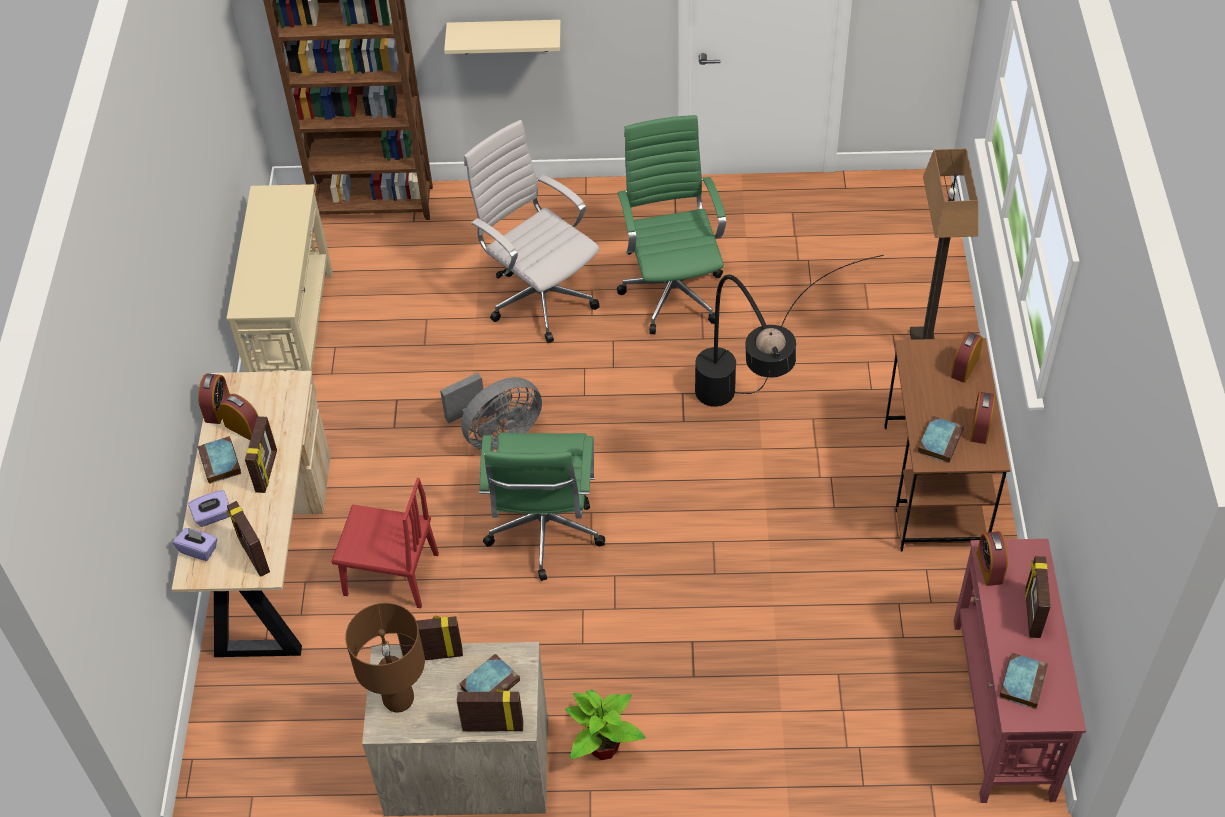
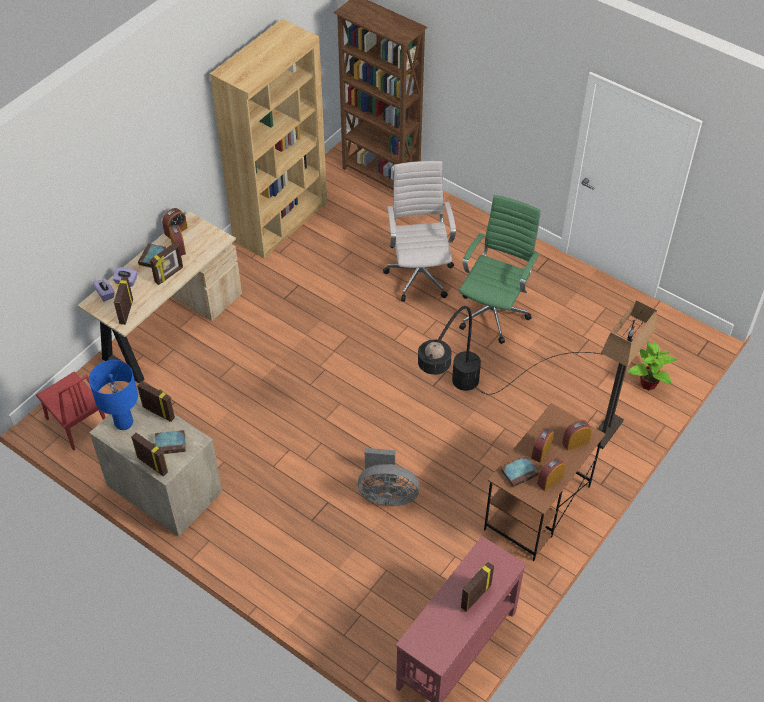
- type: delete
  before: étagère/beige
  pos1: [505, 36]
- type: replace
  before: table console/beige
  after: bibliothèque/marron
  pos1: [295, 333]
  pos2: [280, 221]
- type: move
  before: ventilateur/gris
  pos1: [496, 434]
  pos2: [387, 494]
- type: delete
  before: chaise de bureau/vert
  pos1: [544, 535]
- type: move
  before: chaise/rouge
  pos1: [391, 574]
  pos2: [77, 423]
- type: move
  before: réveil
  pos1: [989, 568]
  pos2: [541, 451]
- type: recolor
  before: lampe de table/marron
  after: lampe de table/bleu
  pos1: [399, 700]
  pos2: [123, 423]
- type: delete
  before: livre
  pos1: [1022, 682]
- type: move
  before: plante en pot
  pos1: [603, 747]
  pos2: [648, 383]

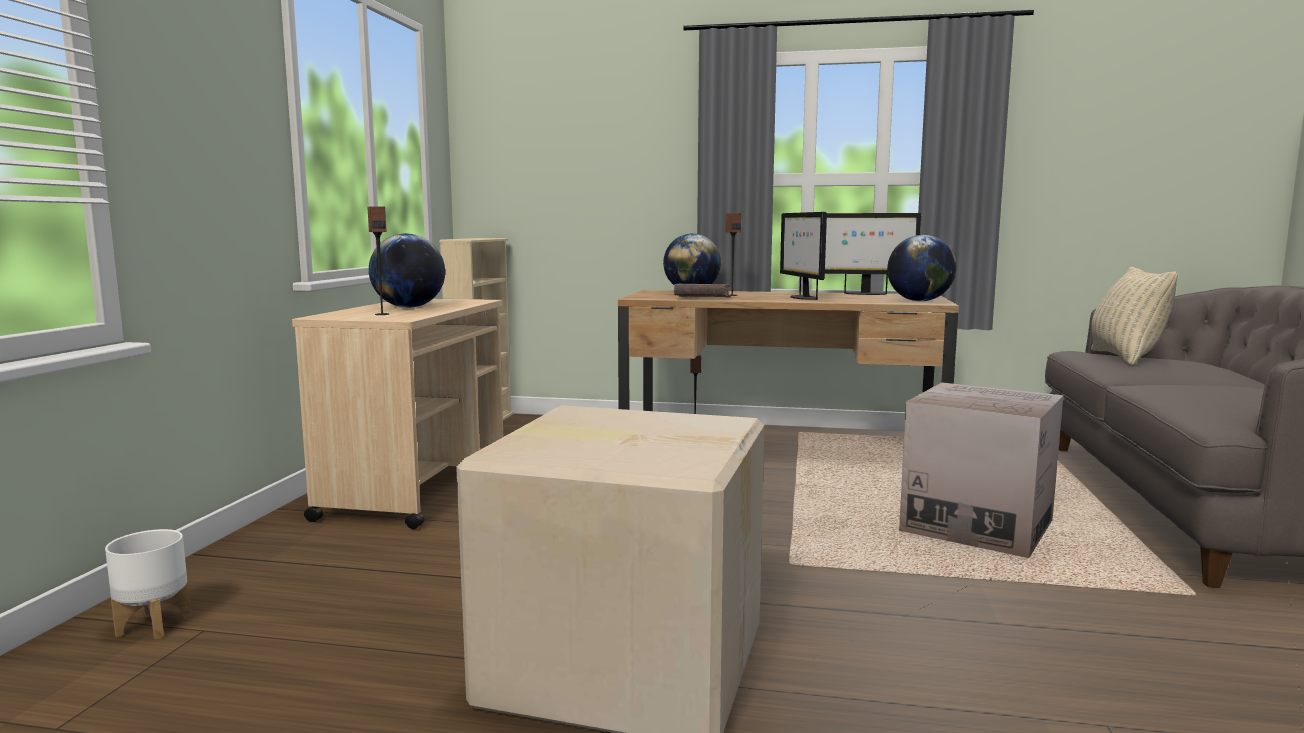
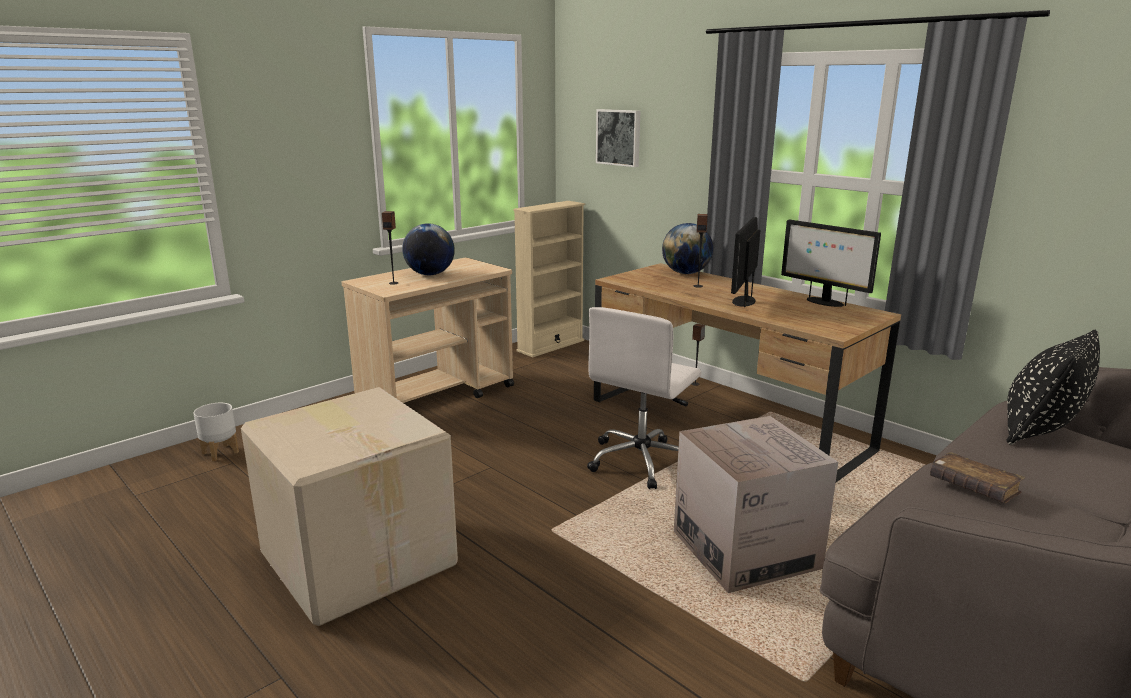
- type: delete
  before: globe
  pos1: [919, 301]
- type: recolor
  before: coussin/beige
  after: coussin/noir
  pos1: [1125, 358]
  pos2: [1039, 431]
- type: move
  before: livre/marron
  pos1: [702, 298]
  pos2: [973, 487]
- type: insert
  after: tableau
  pos2: [619, 137]
- type: insert
  after: chaise de bureau/blanc
  pos2: [642, 461]

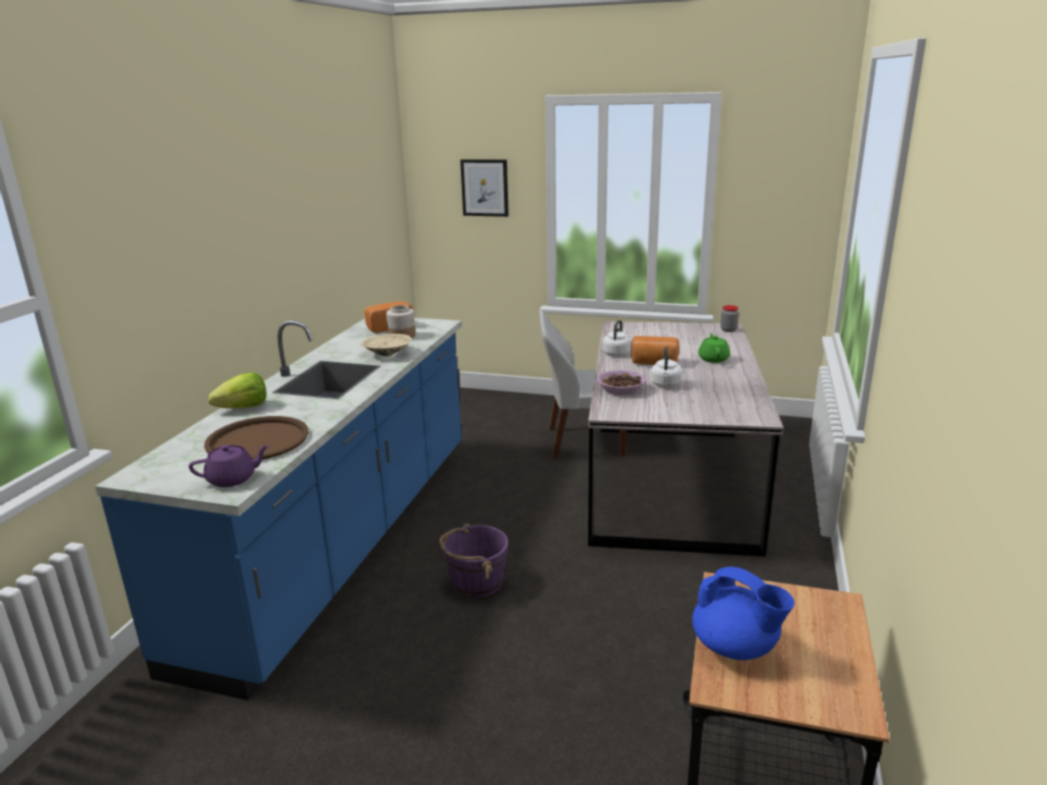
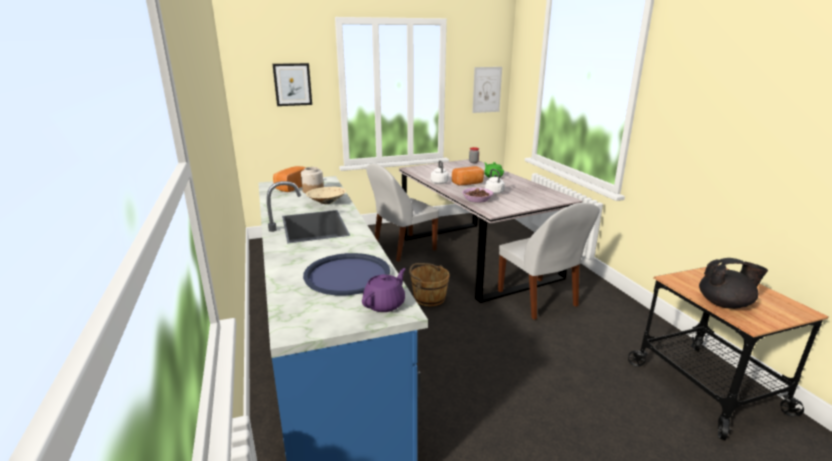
- type: delete
  before: laitue
  pos1: [243, 408]
- type: recolor
  before: plateau/marron
  after: plateau/bleu
  pos1: [257, 440]
  pos2: [347, 275]
- type: delete
  before: seau/violet
  pos1: [476, 582]
- type: recolor
  before: théière/bleu
  after: théière/noir
  pos1: [735, 647]
  pos2: [725, 304]
- type: insert
  after: tableau
  pos2: [487, 90]
- type: insert
  after: chaise/blanc
  pos2: [538, 300]
- type: insert
  after: seau/marron
  pos2: [429, 298]

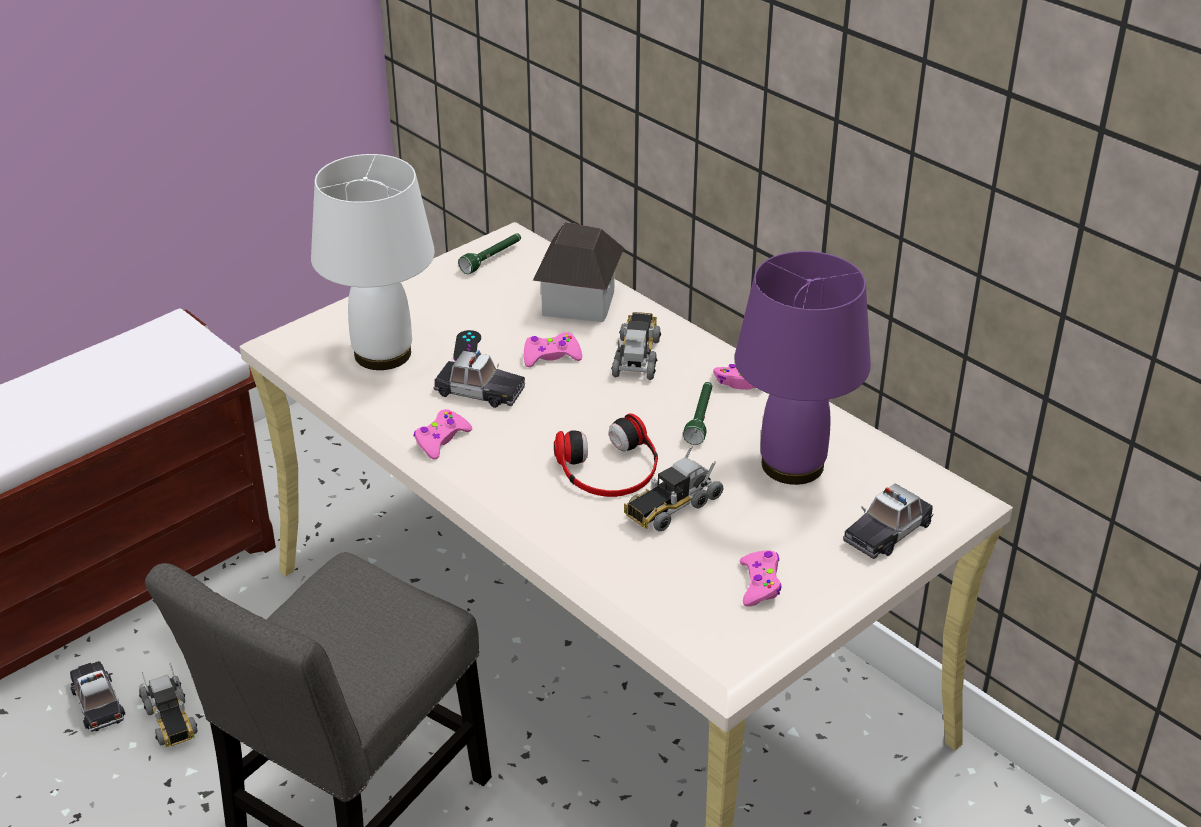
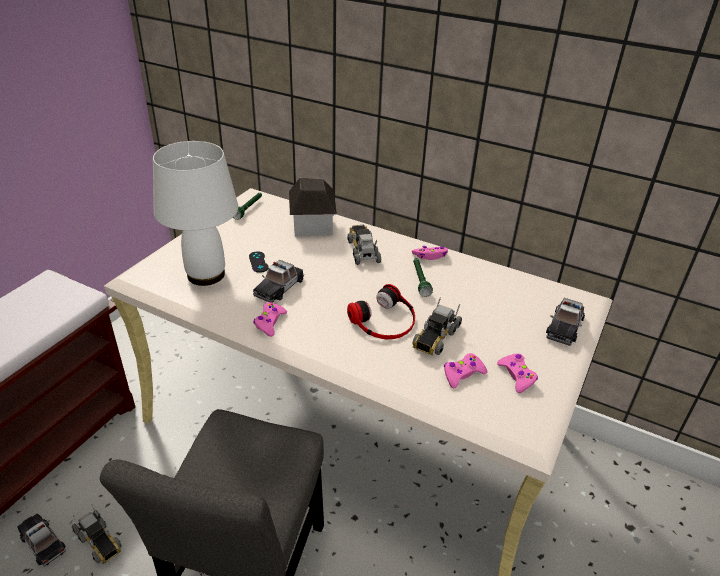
- type: delete
  before: lampe de table/violet
  pos1: [793, 464]
- type: move
  before: manette/rose
  pos1: [551, 356]
  pos2: [462, 374]
- type: rotate
  before: petite voiture
  pos1: [479, 391]
  pos2: [279, 287]
  turn: 120

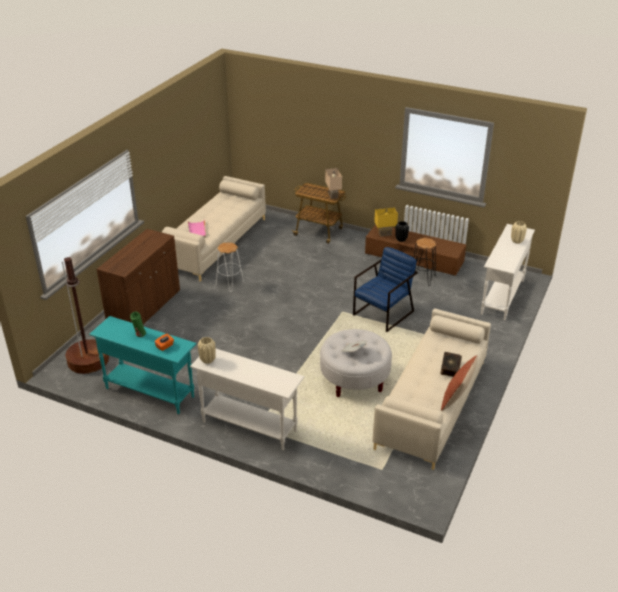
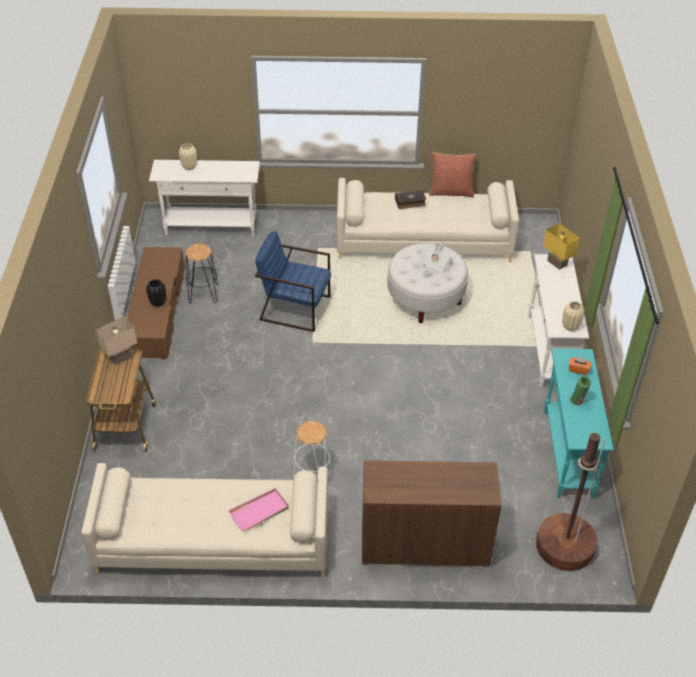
- type: move
  before: lampe de table/jaune
  pos1: [385, 234]
  pos2: [558, 262]

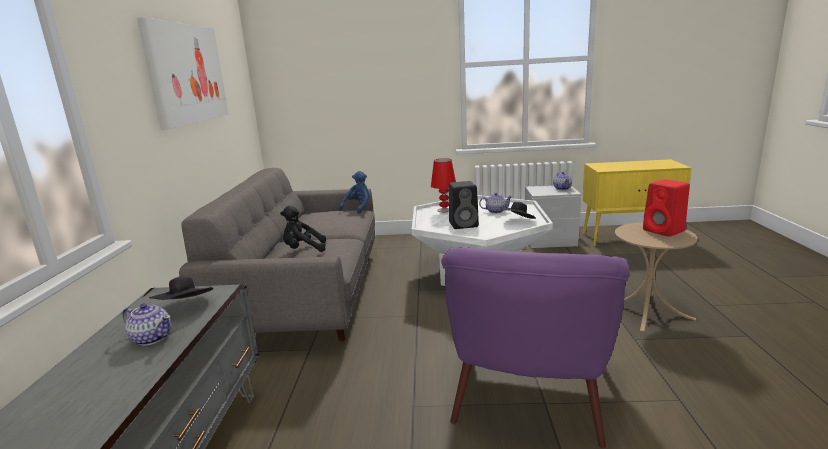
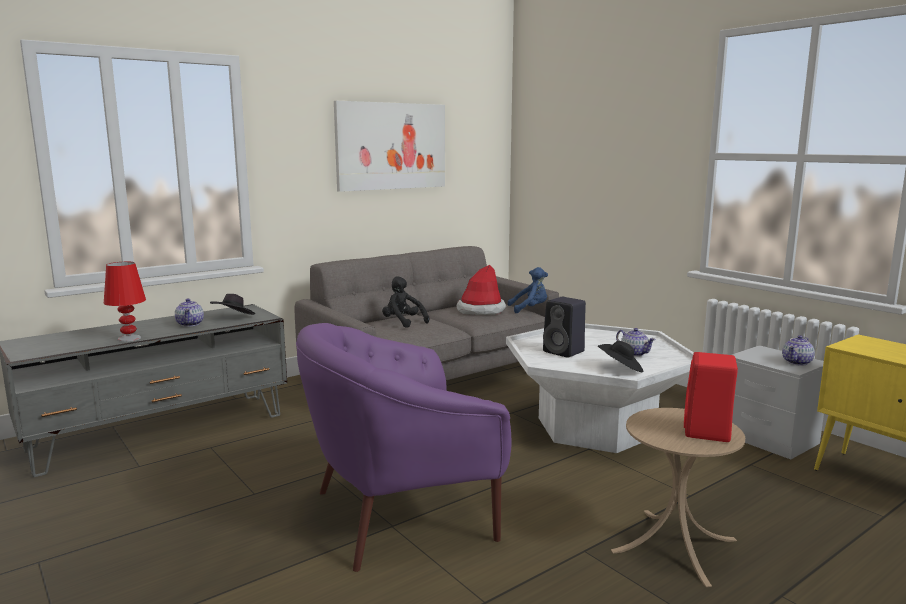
- type: move
  before: lampe de table/rouge
  pos1: [444, 210]
  pos2: [129, 338]
- type: insert
  after: chapeau
  pos2: [481, 310]

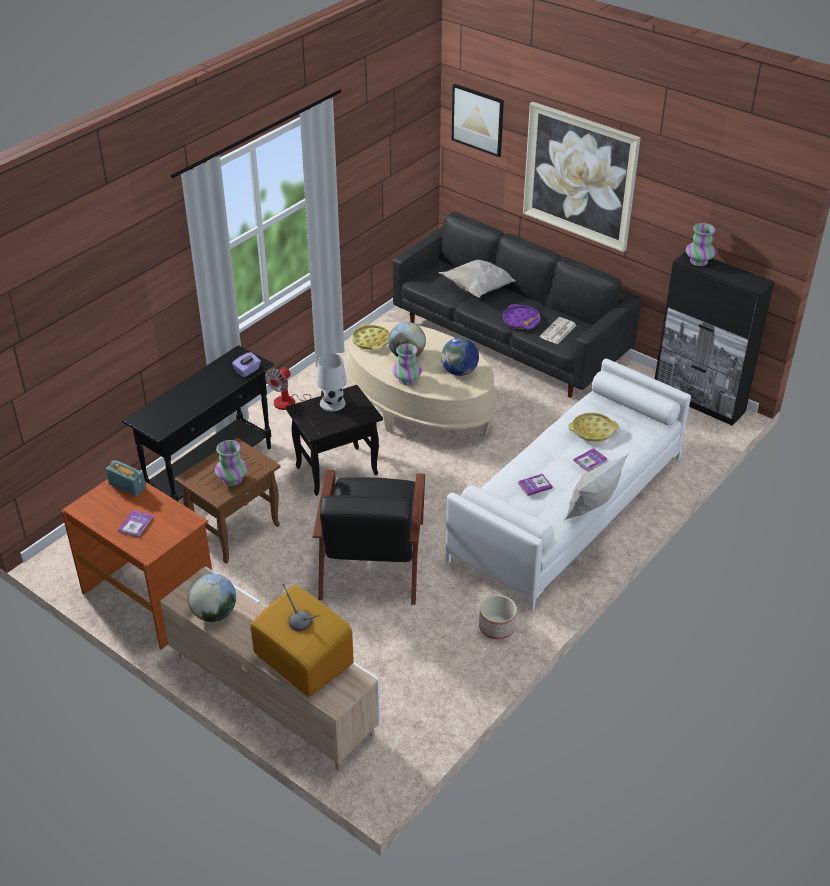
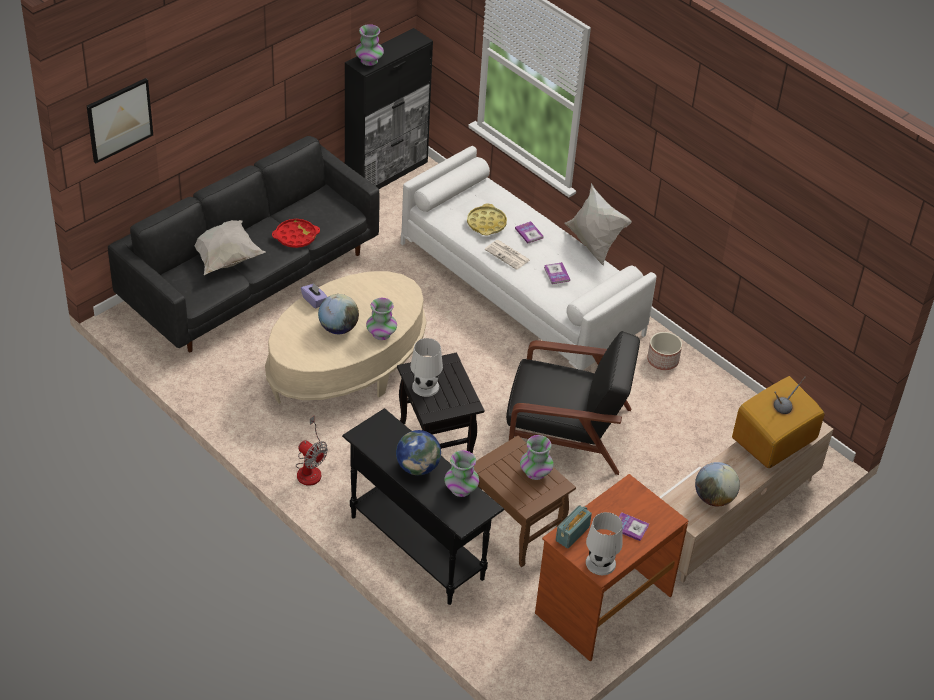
- type: delete
  before: tableau
  pos1: [580, 176]
- type: recolor
  before: plateau/violet
  after: plateau/rouge
  pos1: [521, 320]
  pos2: [296, 236]
- type: move
  before: journal
  pos1: [558, 331]
  pos2: [508, 255]
- type: delete
  before: plateau/jaune
  pos1: [371, 341]
- type: move
  before: globe
  pos1: [459, 372]
  pos2: [418, 467]
- type: move
  before: boîte à mouchoirs/violet
  pos1: [247, 371]
  pos2: [314, 300]
- type: insert
  after: vase
  pos2: [461, 489]
- type: insert
  after: lampe de table/blanc
  pos2: [600, 562]

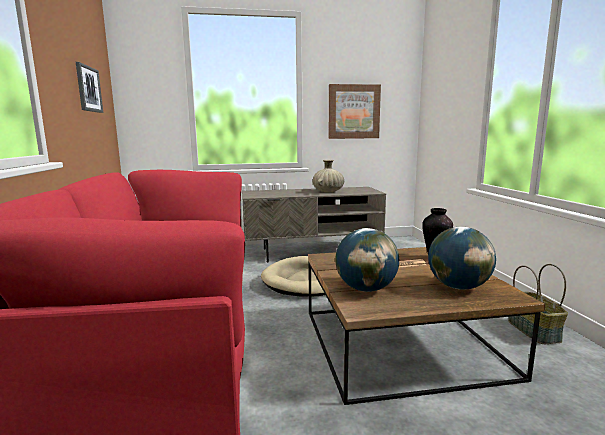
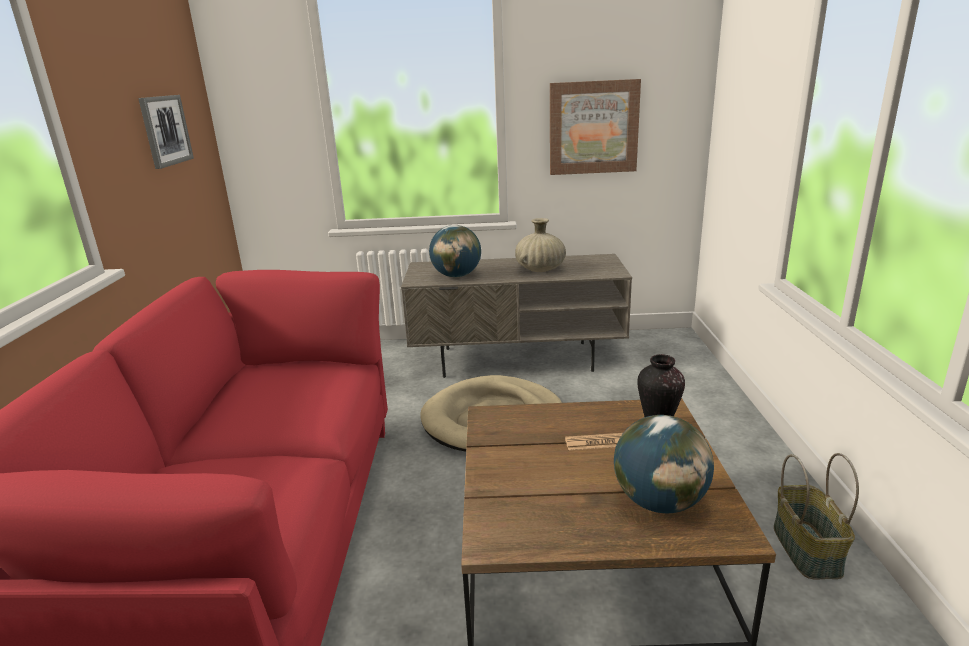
- type: move
  before: globe
  pos1: [365, 288]
  pos2: [456, 276]

